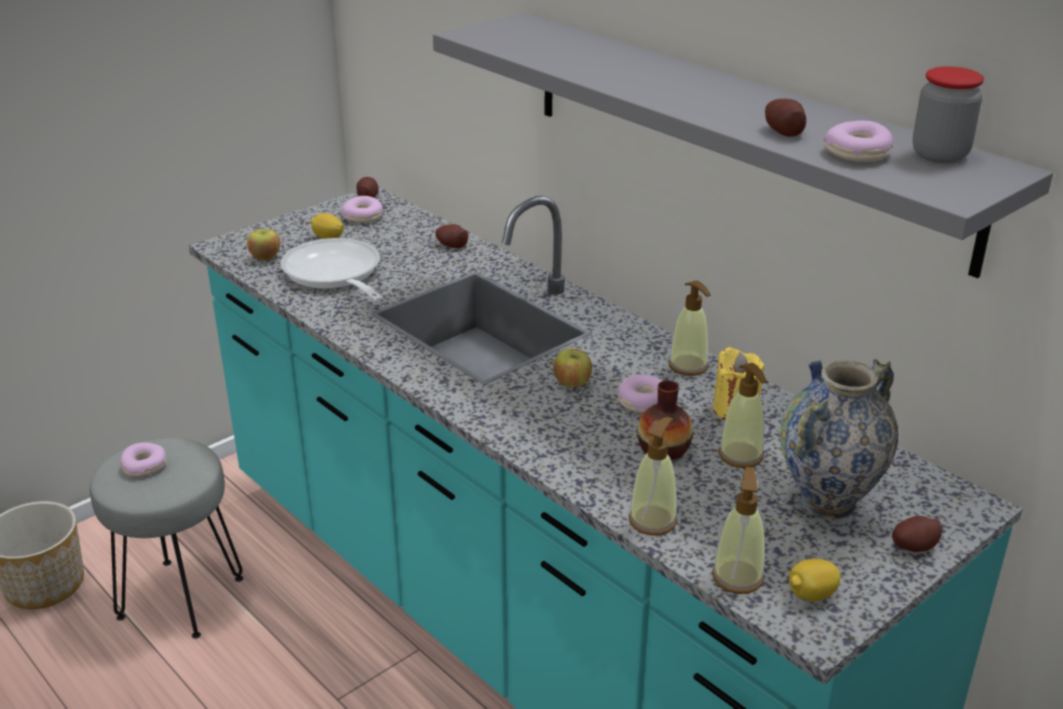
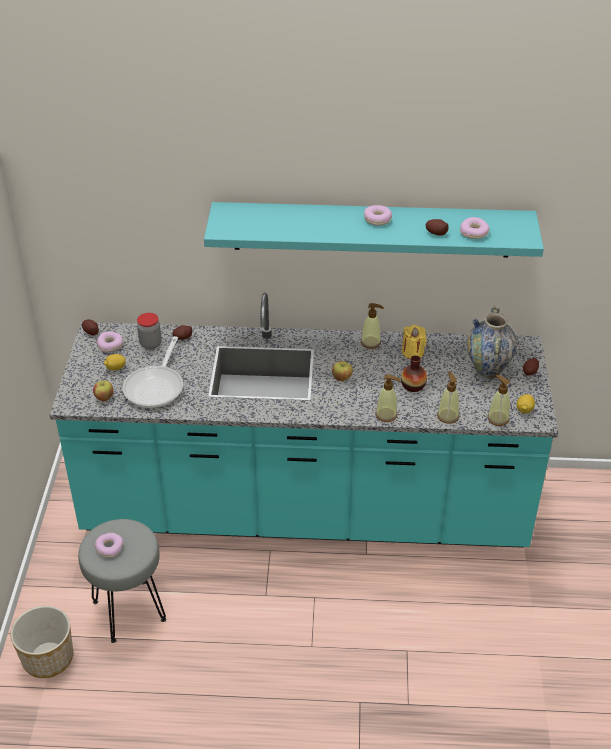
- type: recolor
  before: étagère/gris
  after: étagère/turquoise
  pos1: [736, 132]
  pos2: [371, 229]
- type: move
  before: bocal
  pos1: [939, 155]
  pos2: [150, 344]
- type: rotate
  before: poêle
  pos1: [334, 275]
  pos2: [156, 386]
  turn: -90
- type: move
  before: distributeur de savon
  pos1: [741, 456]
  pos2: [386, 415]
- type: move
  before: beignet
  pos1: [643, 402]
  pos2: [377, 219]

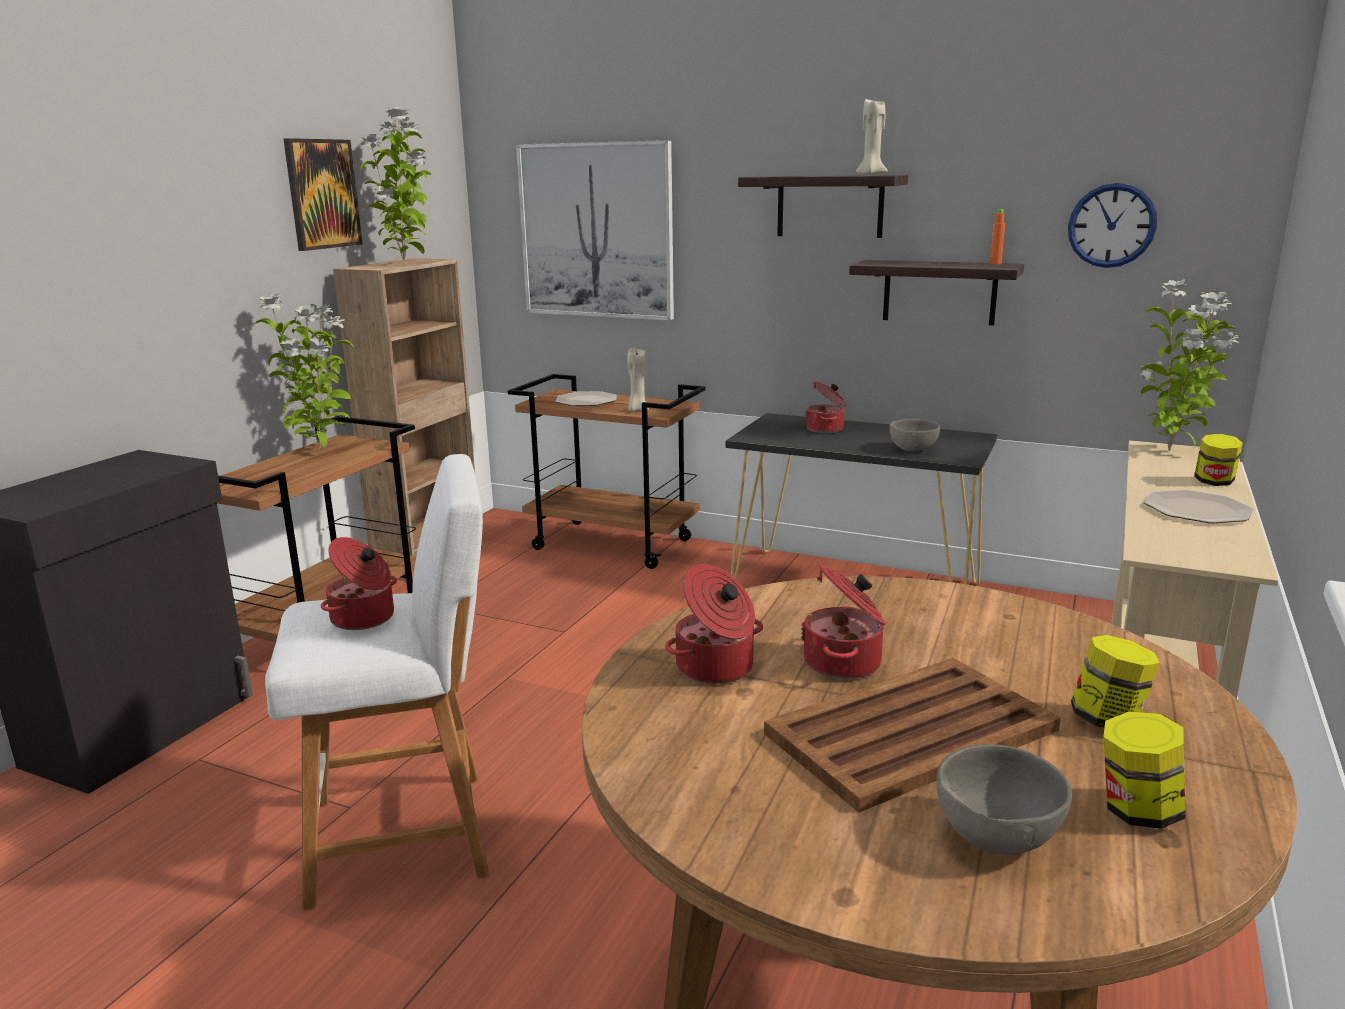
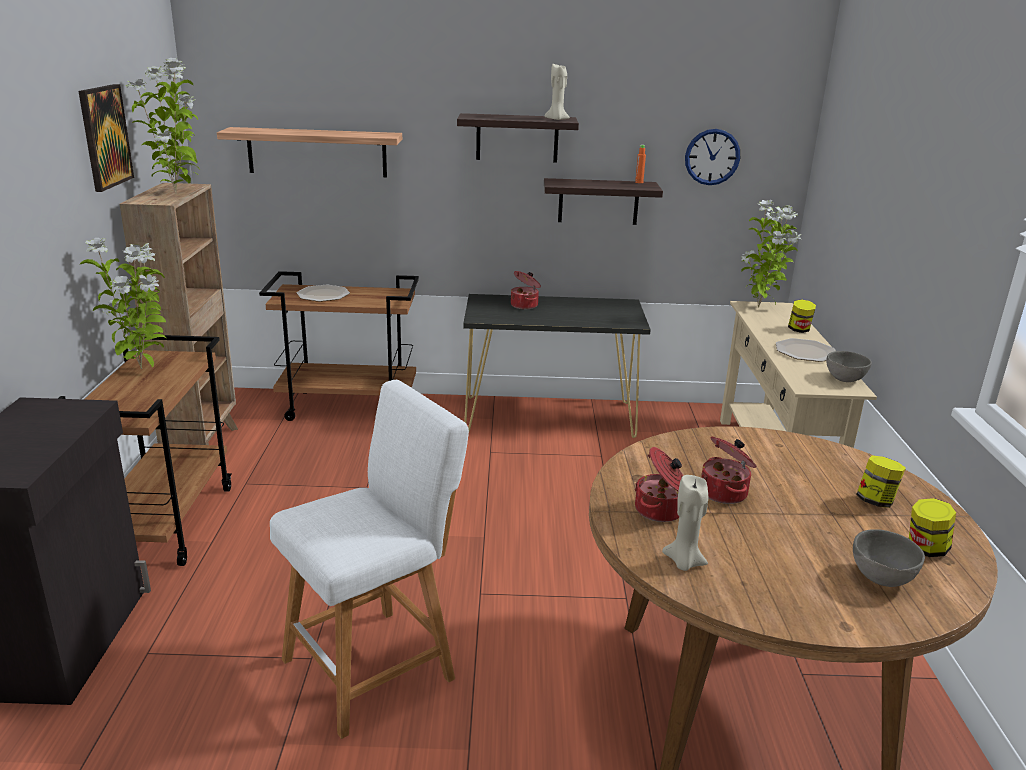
- type: replace
  before: tableau
  after: étagère
  pos1: [596, 231]
  pos2: [317, 152]
- type: move
  before: bougie/beige
  pos1: [637, 410]
  pos2: [683, 562]
- type: move
  before: bol/gris
  pos1: [912, 449]
  pos2: [844, 379]
- type: delete
  before: marmite
  pos1: [364, 618]
- type: delete
  before: plateau/marron
  pos1: [908, 732]

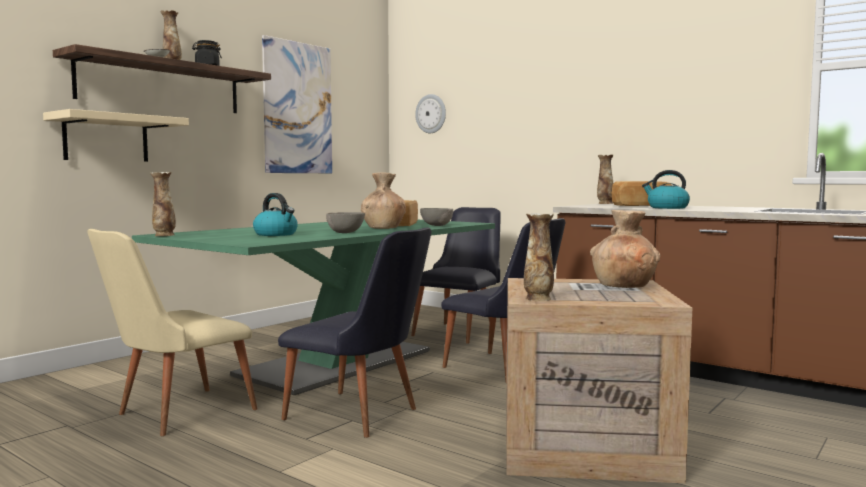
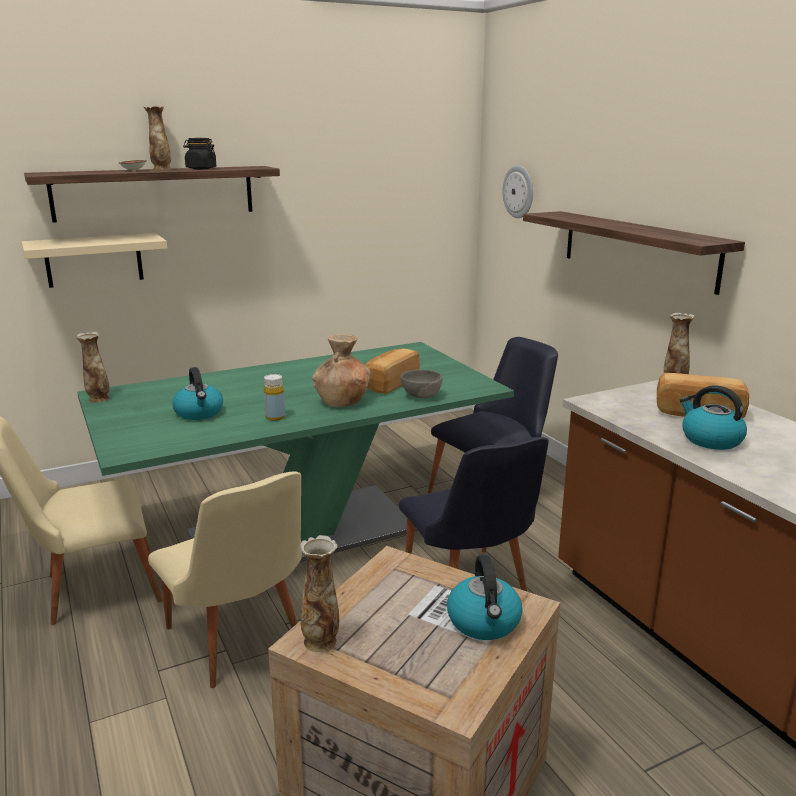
- type: delete
  before: tableau
  pos1: [298, 108]
- type: replace
  before: vase/marron
  after: bouilloire
  pos1: [624, 286]
  pos2: [484, 622]
- type: replace
  before: bol/gris
  after: bouteille/jaune
  pos1: [345, 233]
  pos2: [275, 417]
- type: recolor
  before: chaise/noir
  after: chaise/beige
  pos1: [361, 416]
  pos2: [240, 645]
- type: insert
  after: étagère
  pos2: [637, 249]

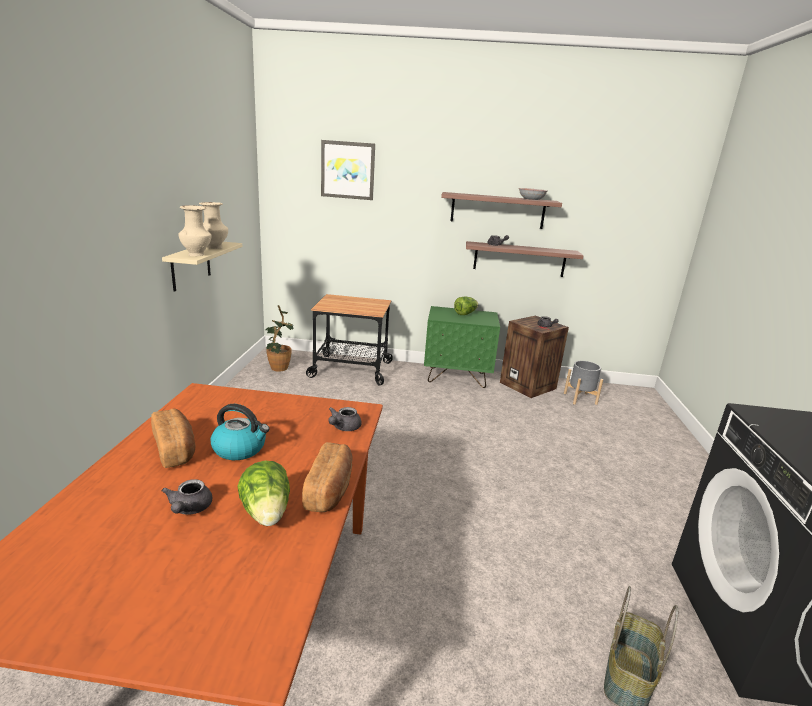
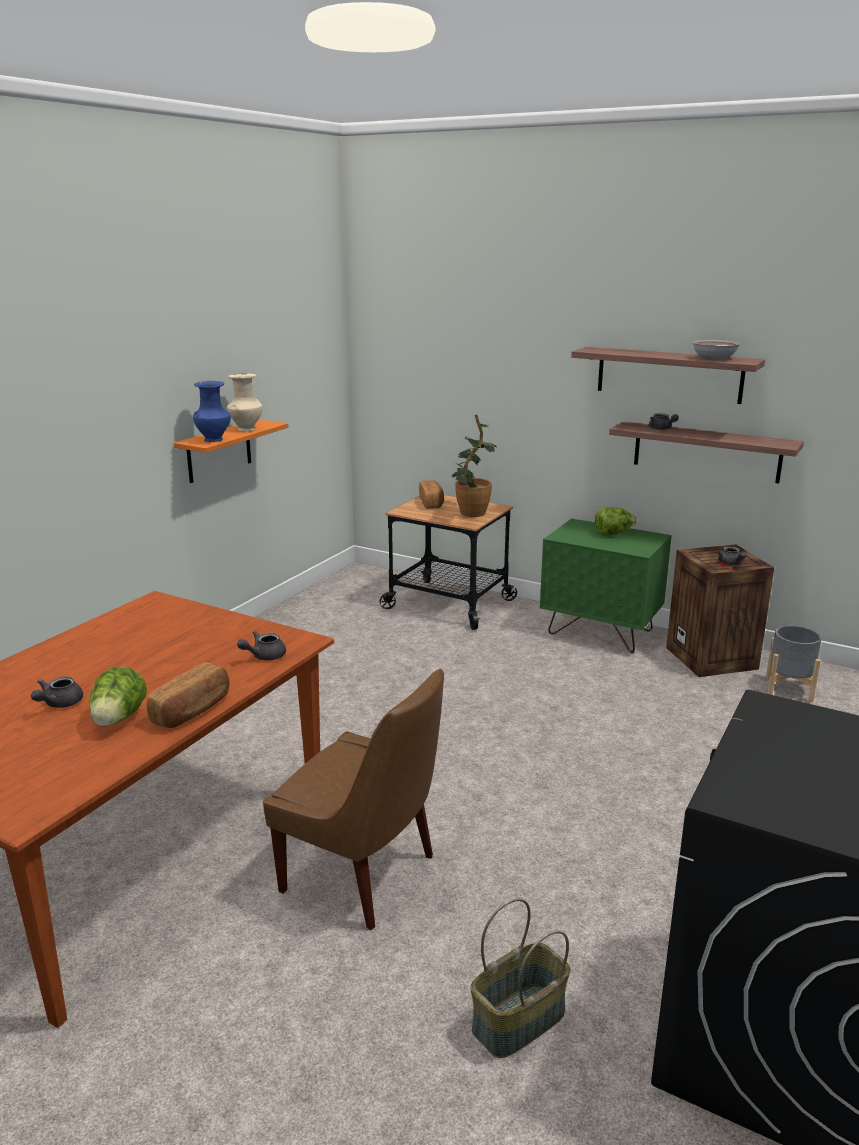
- type: delete
  before: tableau
  pos1: [348, 170]
- type: recolor
  before: vase/beige
  after: vase/bleu
  pos1: [197, 254]
  pos2: [214, 440]
- type: recolor
  before: étagère/beige
  after: étagère/orange
  pos1: [191, 265]
  pos2: [219, 451]
- type: move
  before: plante en pot
  pos1: [277, 370]
  pos2: [469, 515]
- type: delete
  before: bouilloire
  pos1: [240, 449]
- type: move
  before: pain
  pos1: [175, 449]
  pos2: [432, 503]
- type: insert
  after: chaise/marron
  pos2: [363, 875]

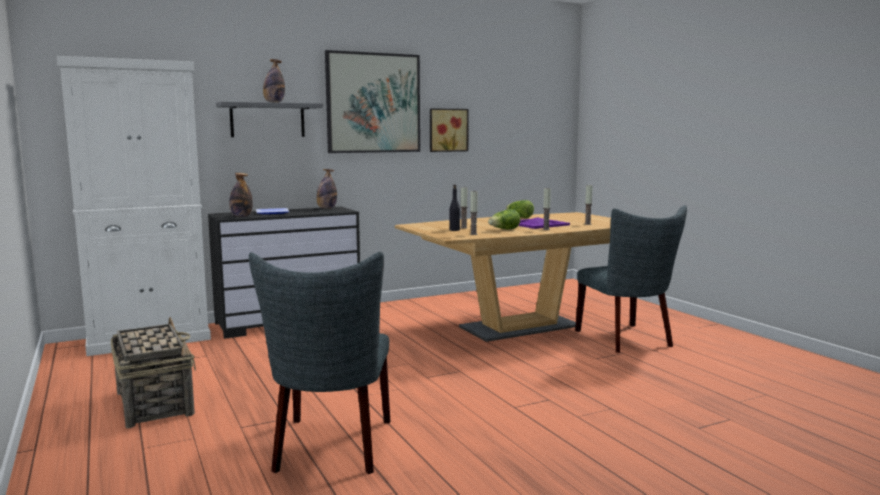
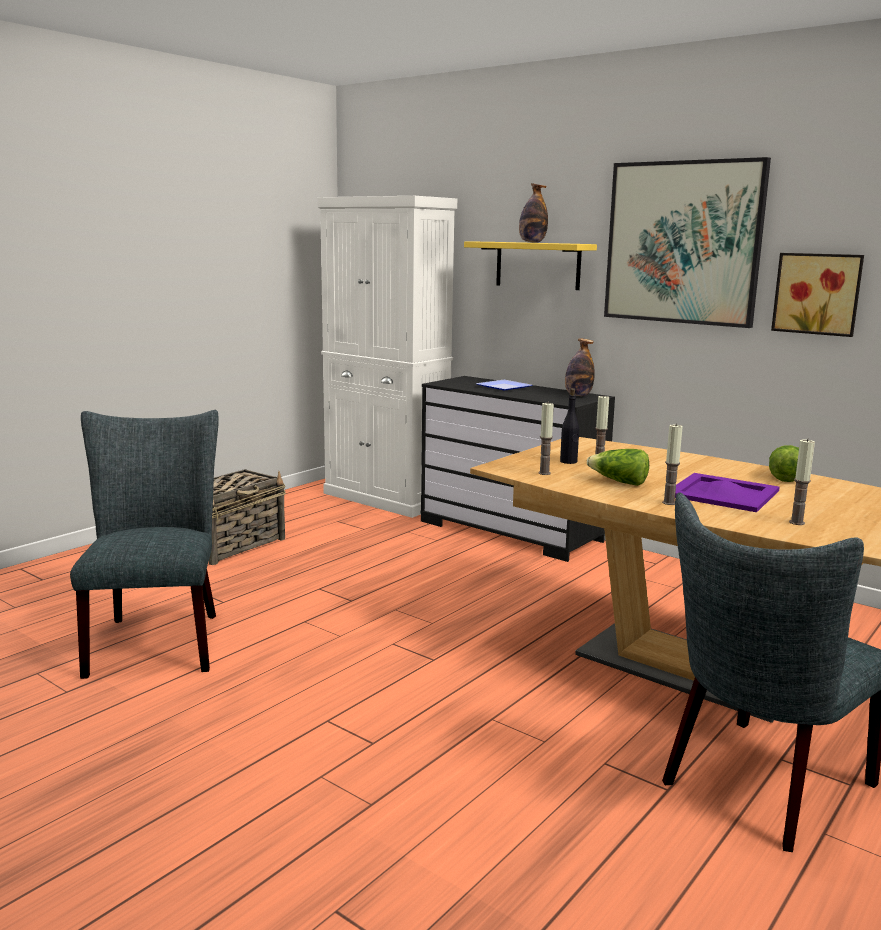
- type: recolor
  before: étagère/gris
  after: étagère/jaune
  pos1: [267, 120]
  pos2: [537, 265]
- type: delete
  before: bouteille
  pos1: [241, 216]
- type: rotate
  before: chaise/gris
  pos1: [331, 449]
  pos2: [157, 639]
  turn: 105

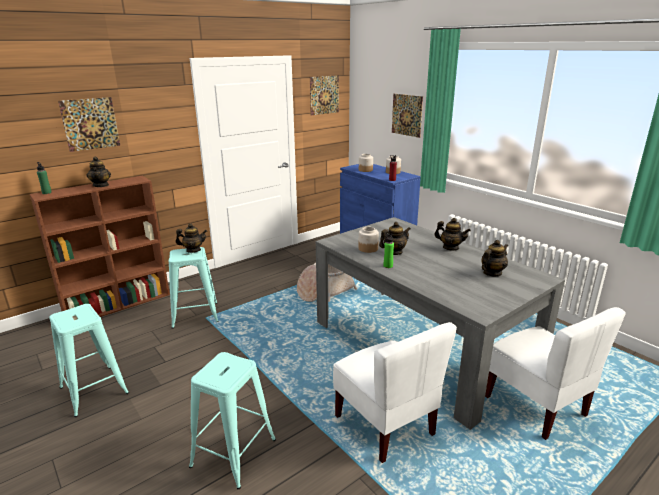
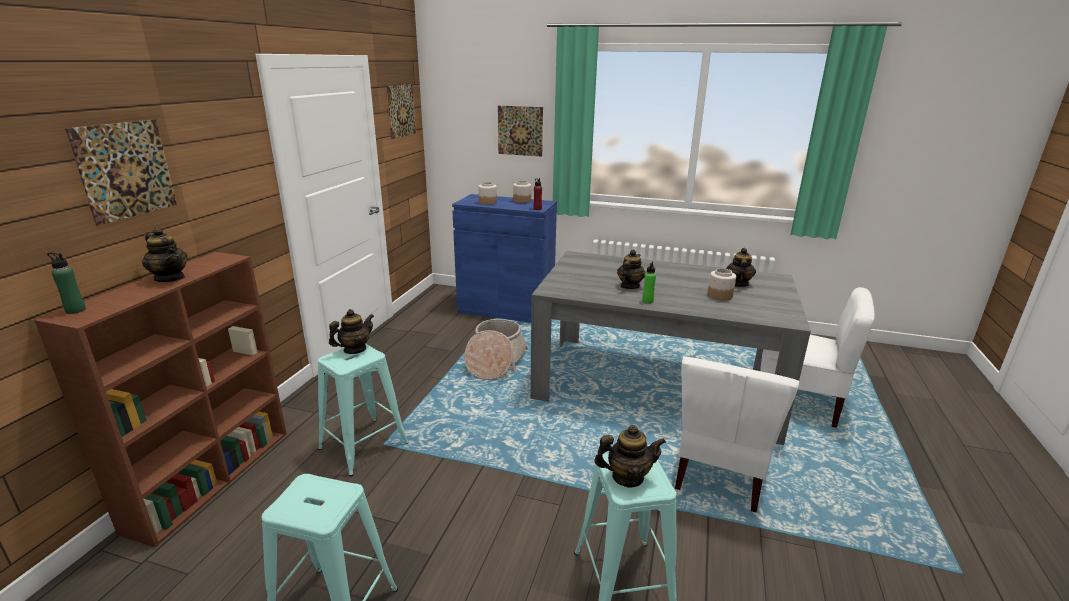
- type: move
  before: théière
  pos1: [450, 248]
  pos2: [627, 477]
- type: move
  before: bocal
  pos1: [368, 248]
  pos2: [719, 295]
- type: rotate
  before: chaise/blanc
  pos1: [386, 425]
  pos2: [720, 474]
  turn: 90

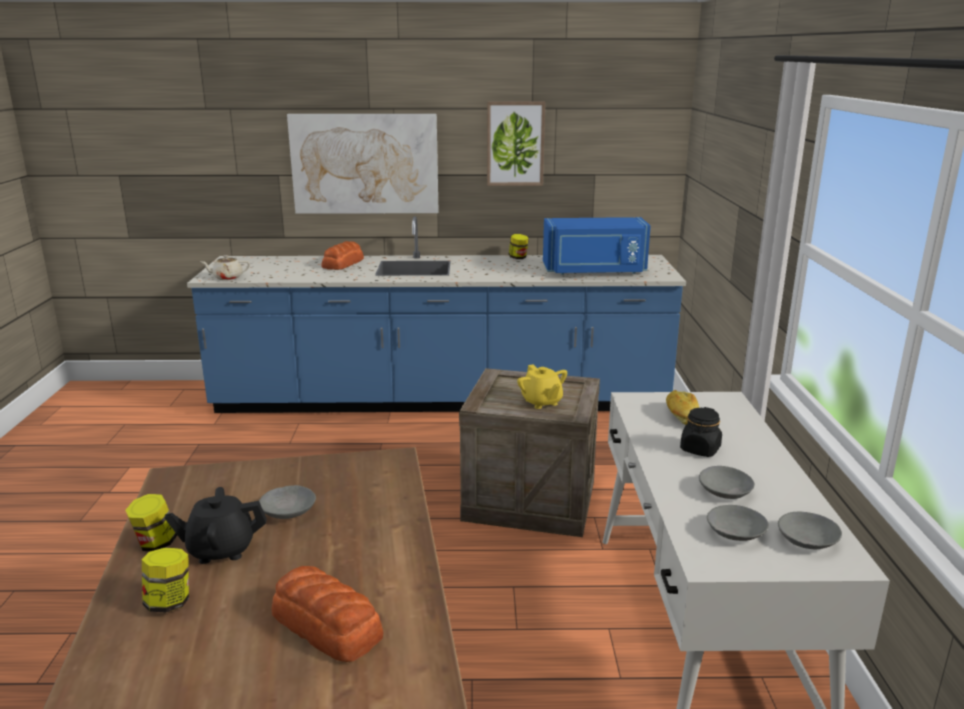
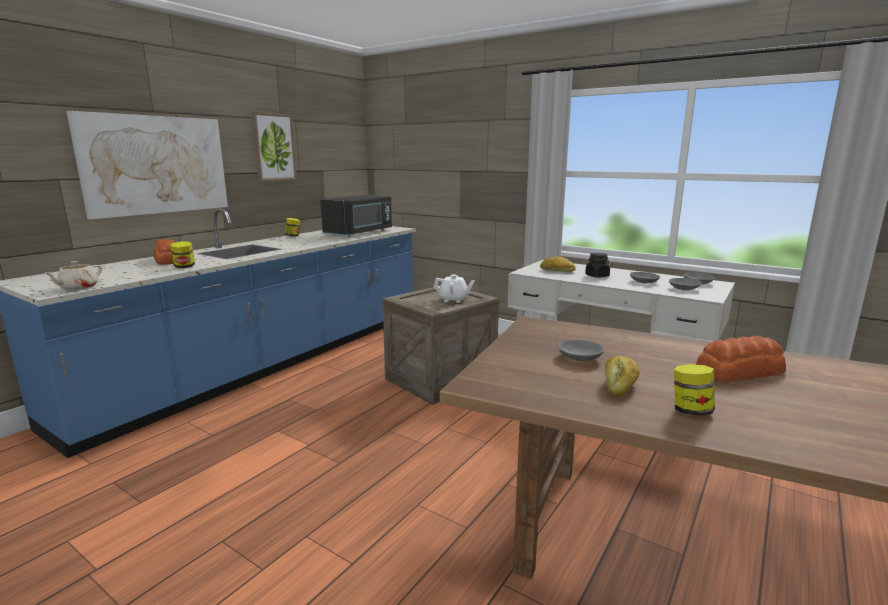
- type: recolor
  before: micro-ondes/bleu
  after: micro-ondes/noir
  pos1: [594, 271]
  pos2: [360, 233]
- type: recolor
  before: théière/jaune
  after: théière/blanc
  pos1: [541, 402]
  pos2: [453, 300]
- type: replace
  before: théière/noir
  after: pain
  pos1: [221, 549]
  pos2: [620, 384]
- type: move
  before: bocal
  pos1: [155, 544]
  pos2: [184, 267]

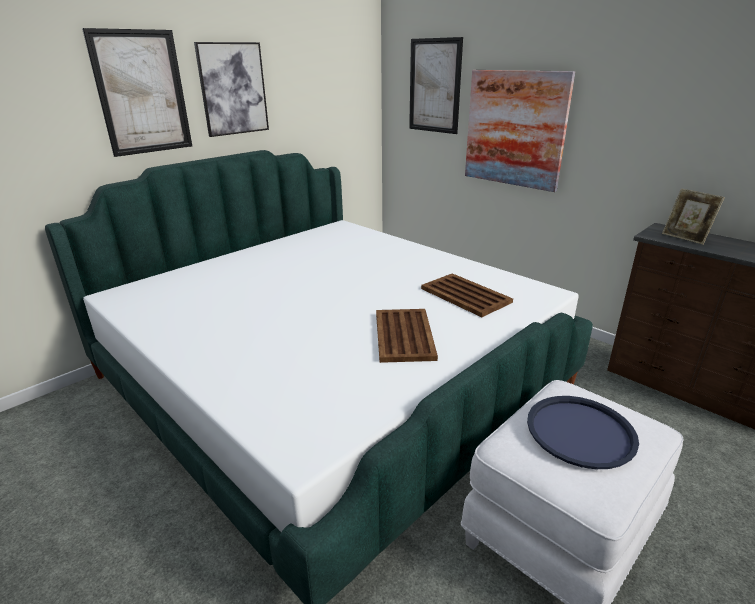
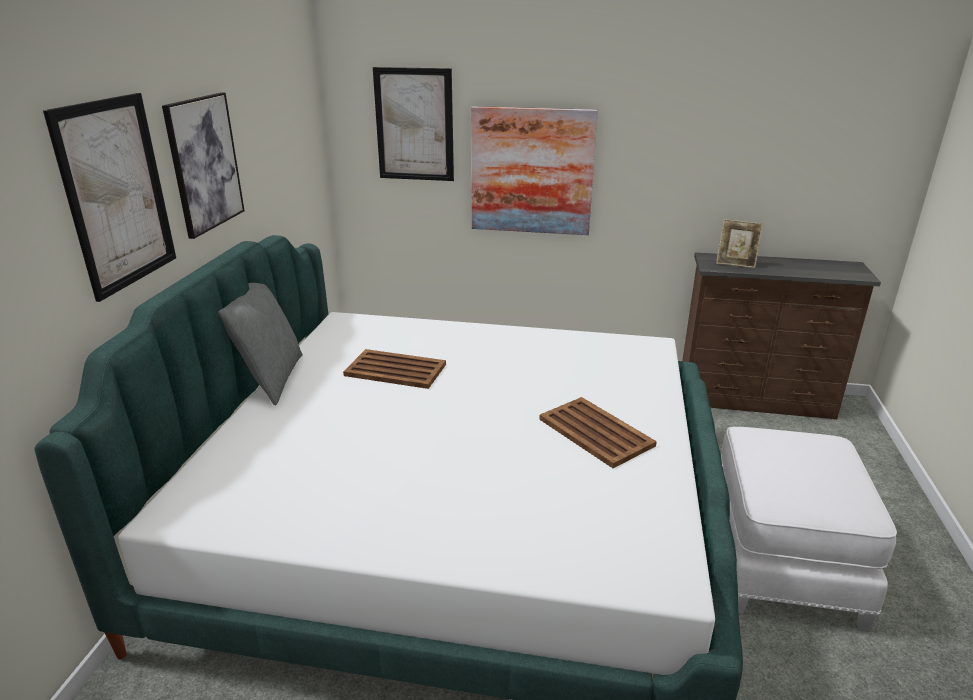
- type: move
  before: plateau/marron
  pos1: [466, 296]
  pos2: [396, 370]
- type: delete
  before: plateau/bleu
  pos1: [580, 432]
- type: insert
  after: coussin/gris
  pos2: [271, 379]

